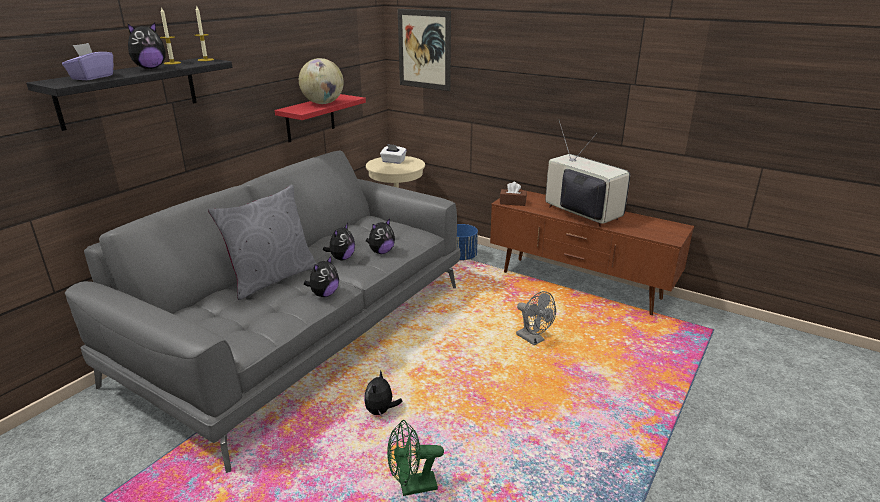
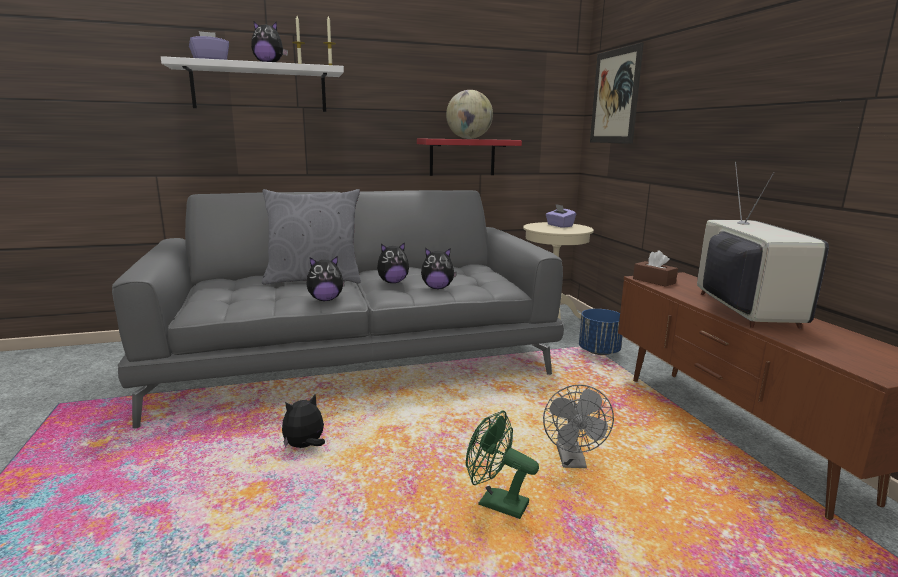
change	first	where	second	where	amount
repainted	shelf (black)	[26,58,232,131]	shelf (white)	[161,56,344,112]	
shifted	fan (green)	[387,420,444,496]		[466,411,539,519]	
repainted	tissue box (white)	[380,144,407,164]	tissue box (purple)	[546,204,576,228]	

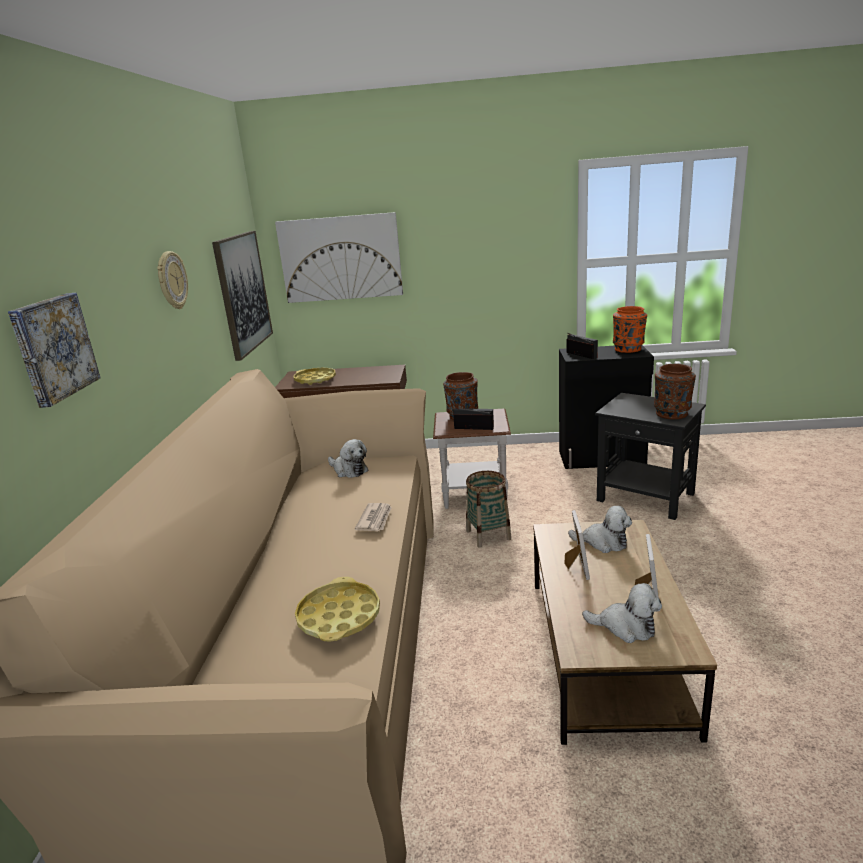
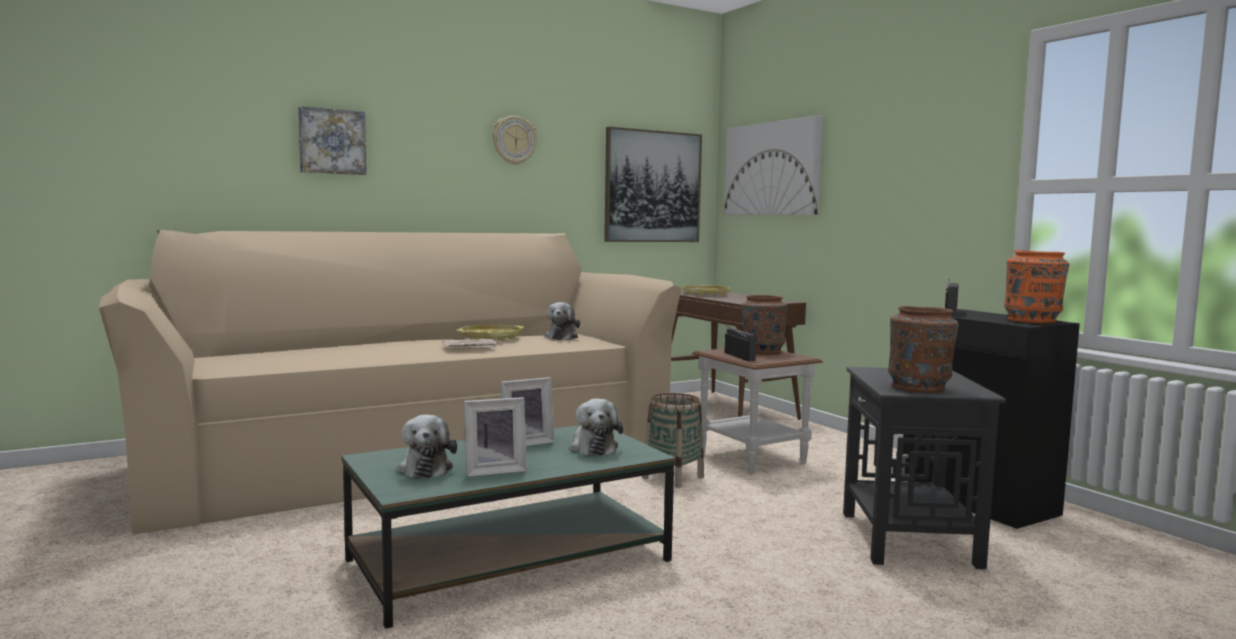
change	first	where	second	where	amount
repainted	coffee table (brown)	[533,520,717,745]	coffee table (green)	[341,425,676,629]	
shifted	tray (yellow)	[295,577,380,641]		[456,325,525,341]	

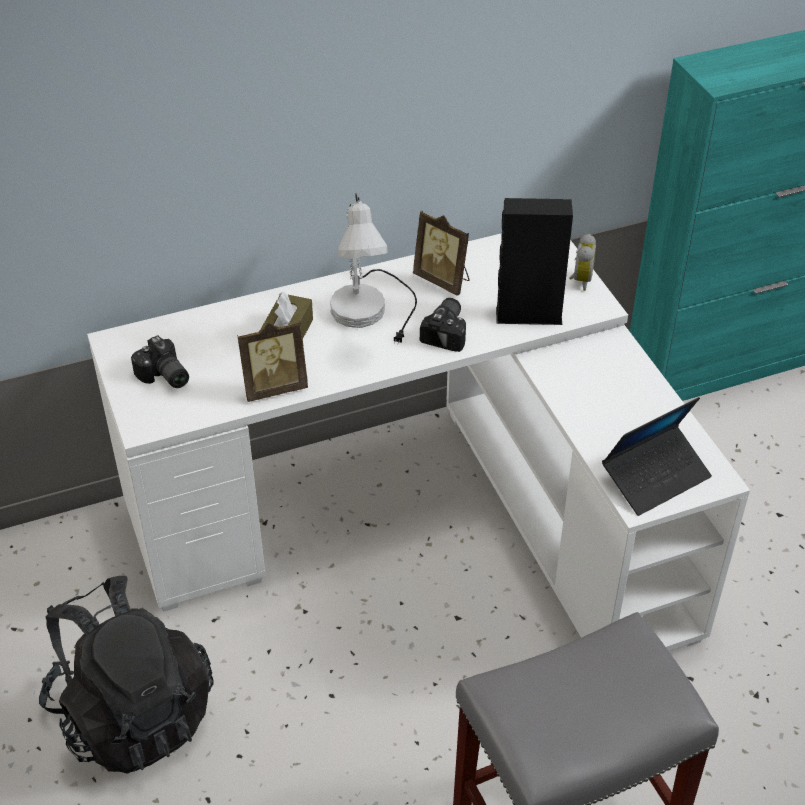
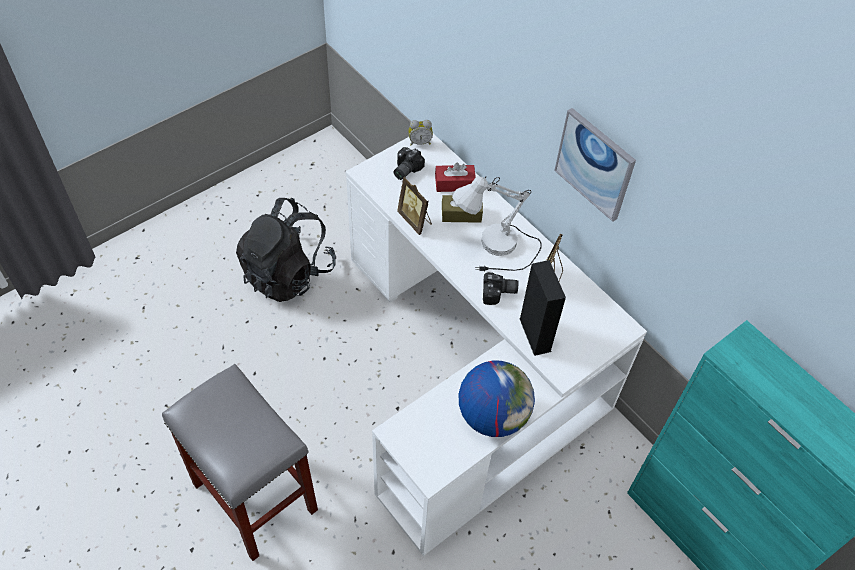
change	first	where	second	where	amount
shifted	alarm clock	[569,234,596,291]		[408,120,433,145]	
new			tissue box (red)	[435,163,476,192]	
new			globe	[459,361,535,437]	
new			picture	[554,108,636,222]	
gone	laptop	[602,397,712,516]			

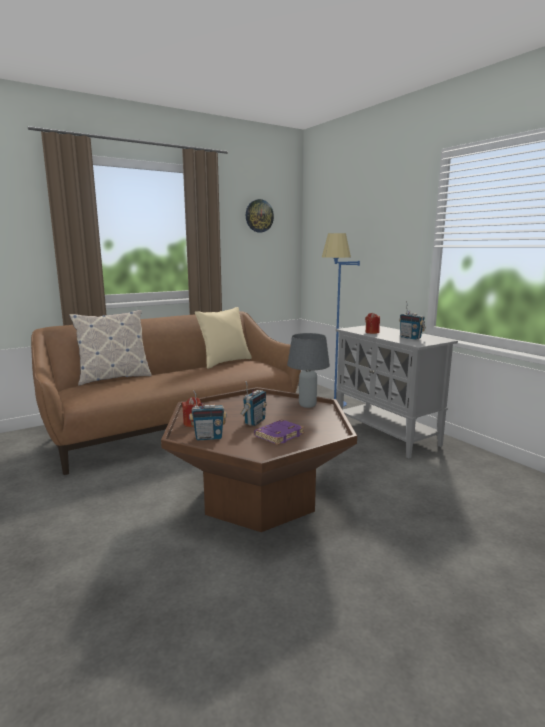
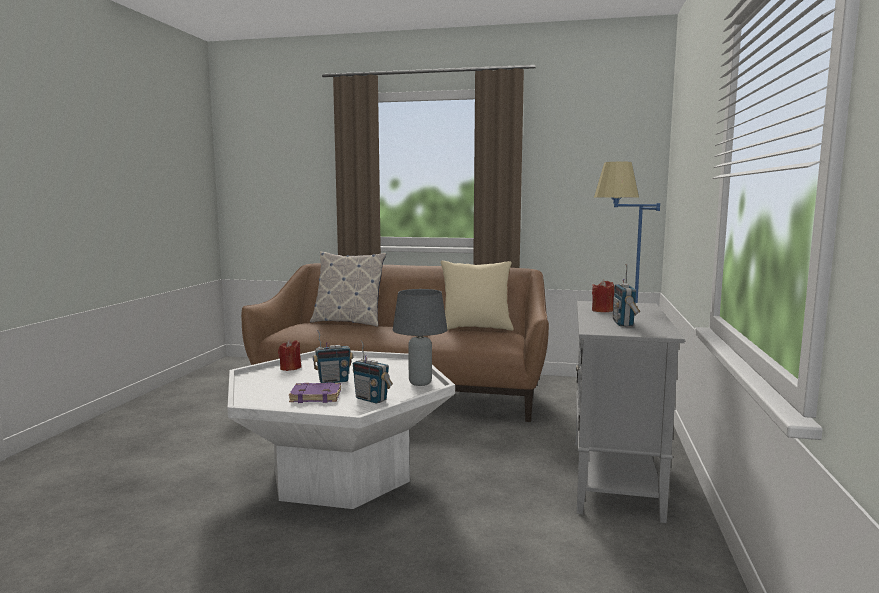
change	first	where	second	where	amount
repainted	coffee table (brown)	[161,387,357,532]	coffee table (white)	[227,350,455,509]	
shifted	radio	[189,390,227,440]		[353,340,393,404]	
gone	wall clock	[246,199,274,232]			

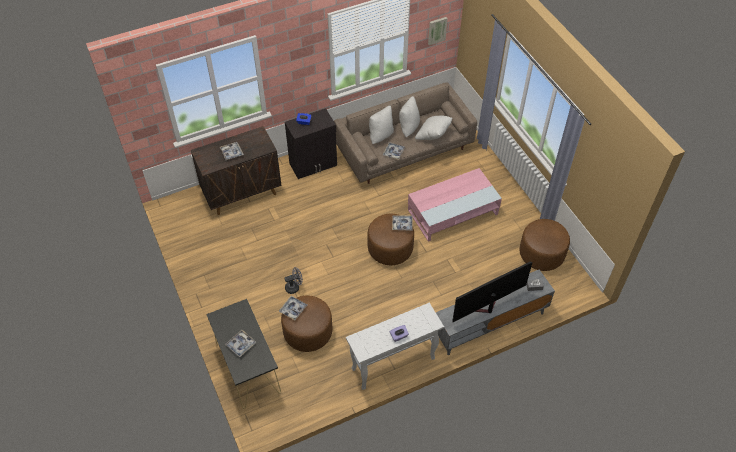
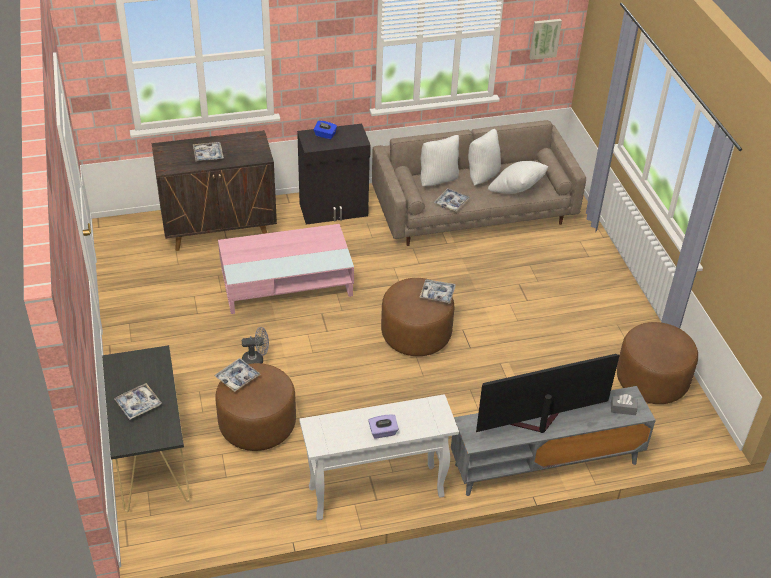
change	first	where	second	where	amount
shifted	coffee table (pink)	[408,168,502,242]		[218,224,354,314]	

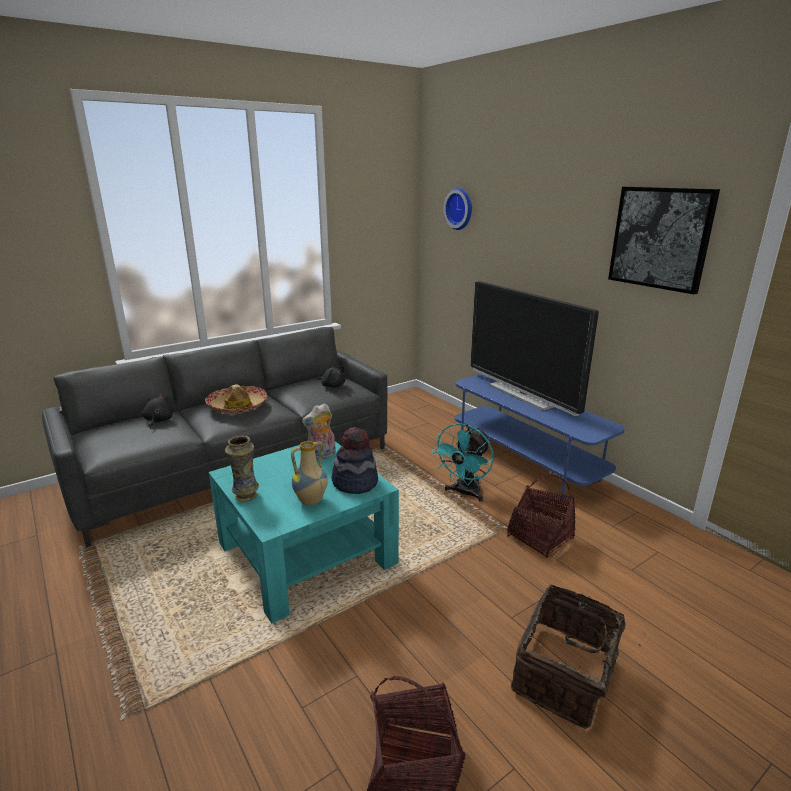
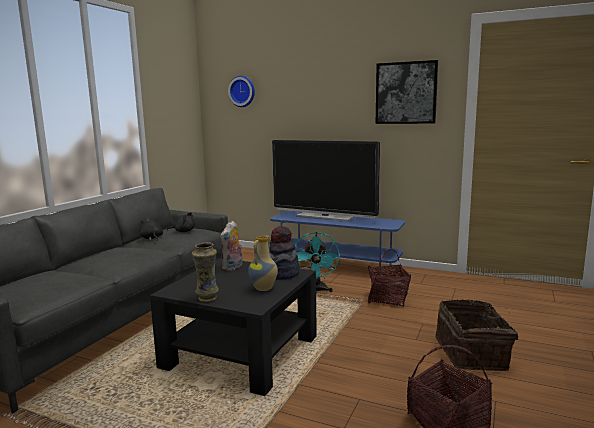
change	first	where	second	where	amount
shifted	plush toy (black)	[142,394,174,429]		[140,217,163,241]	
repainted	coffee table (turquoise)	[209,441,399,624]	coffee table (black)	[150,258,317,396]	
gone	hat	[205,384,267,414]			

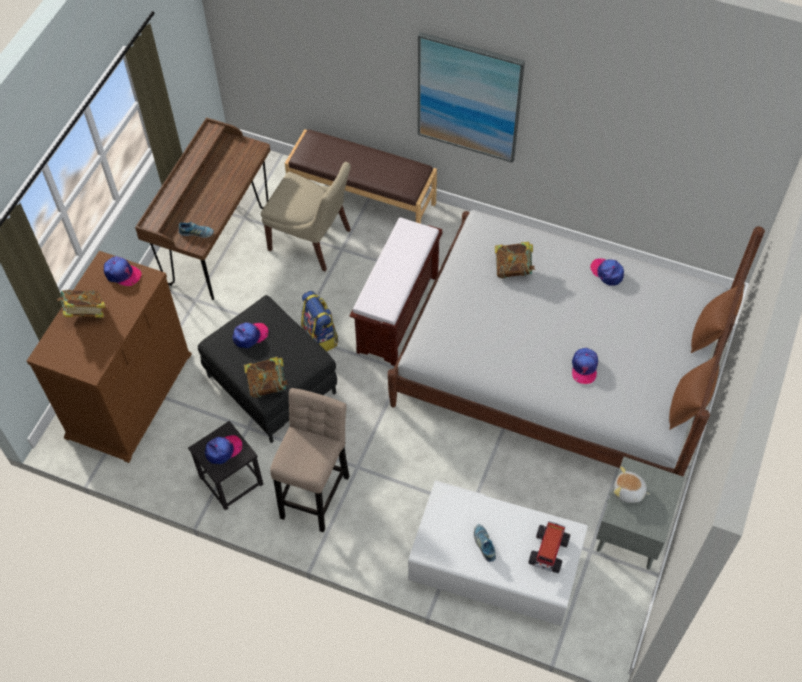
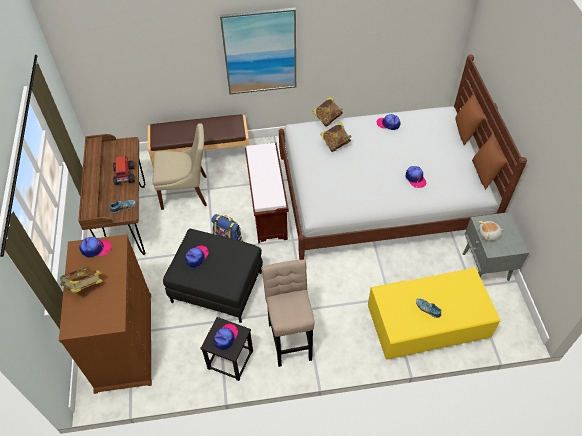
change	first	where	second	where	amount
shifted	toy truck	[528,521,570,573]		[113,156,135,185]	
shifted	book	[244,357,288,398]		[312,96,343,126]	
repainted	coffee table (white)	[408,480,588,626]	coffee table (yellow)	[368,267,500,360]	

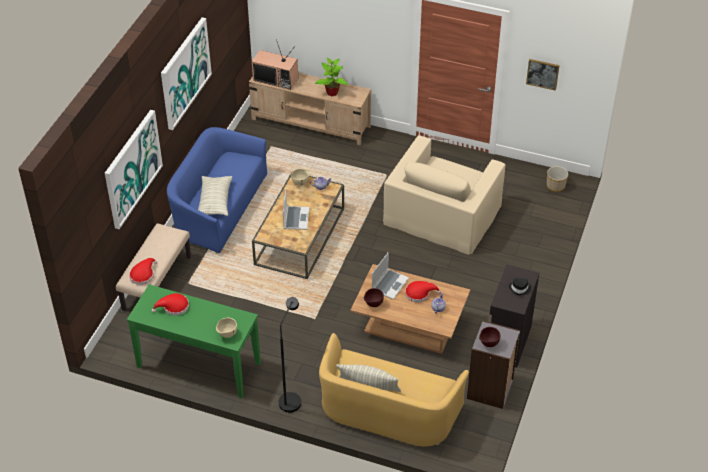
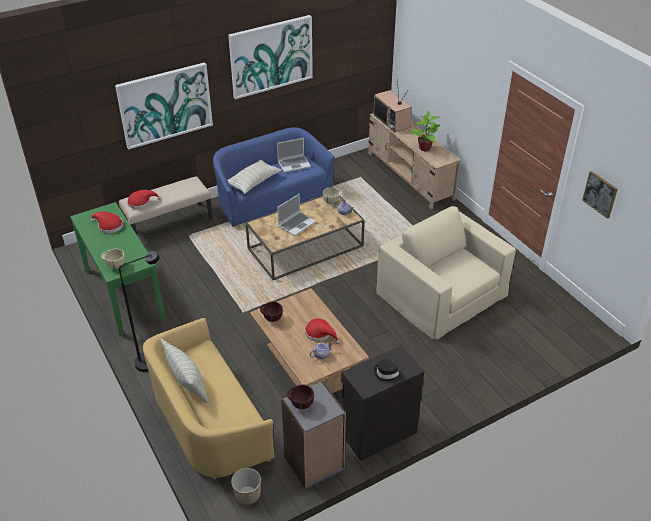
change	first	where	second	where	amount
shifted	planter	[547,166,568,192]		[231,468,261,505]	
shifted	laptop	[372,252,409,299]		[277,138,311,173]	
rotated	armchair (beige)	[383,135,505,255]		[376,206,516,340]	75 degrees clockwise

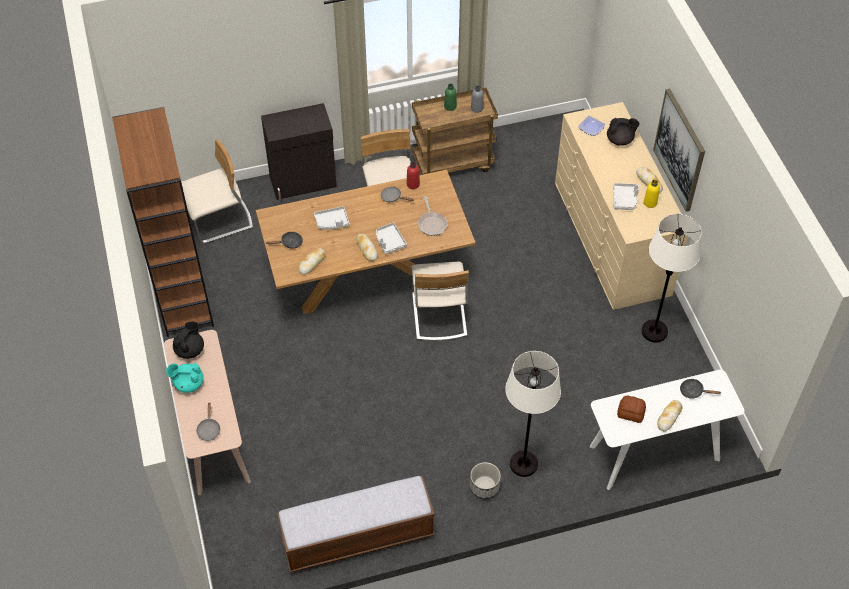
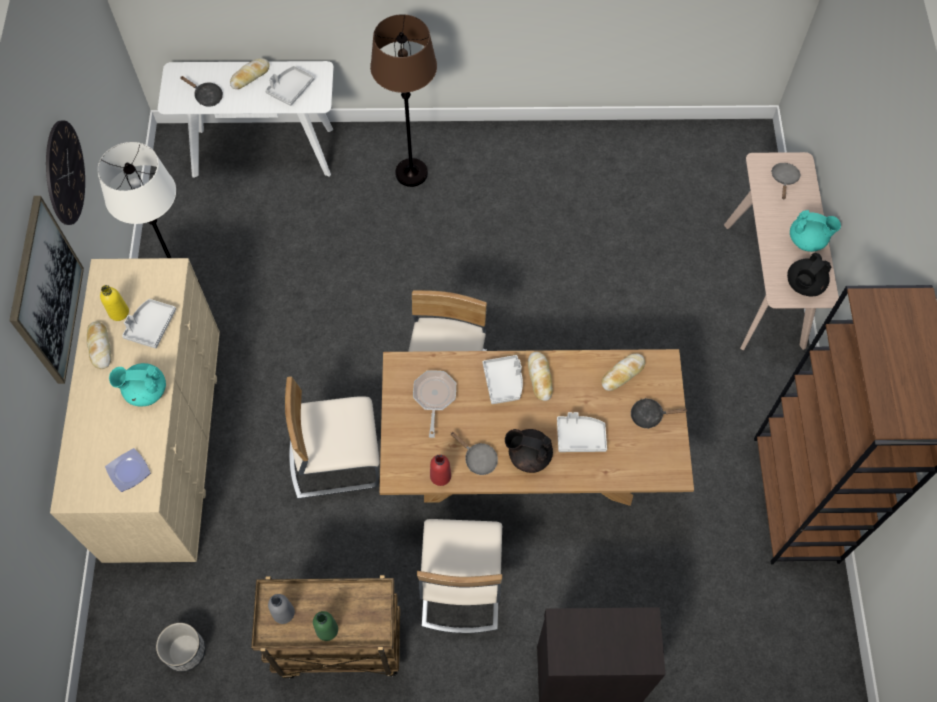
change	first	where	second	where	amount
new			wall clock	[46,121,85,225]	
new			teapot (turquoise)	[109,363,166,406]	
shifted	planter	[470,462,501,499]		[156,623,206,672]	
swapped	bread	[617,396,646,423]	tray (grey)	[265,66,314,106]	
shifted	chair (beige)	[182,139,253,244]		[285,376,380,499]	
repainted	floor lamp (white)	[505,351,561,477]	floor lamp (brown)	[370,14,437,187]	
shifted	teapot (black)	[607,118,640,146]		[505,429,553,473]	
gone	bench	[277,476,435,573]			

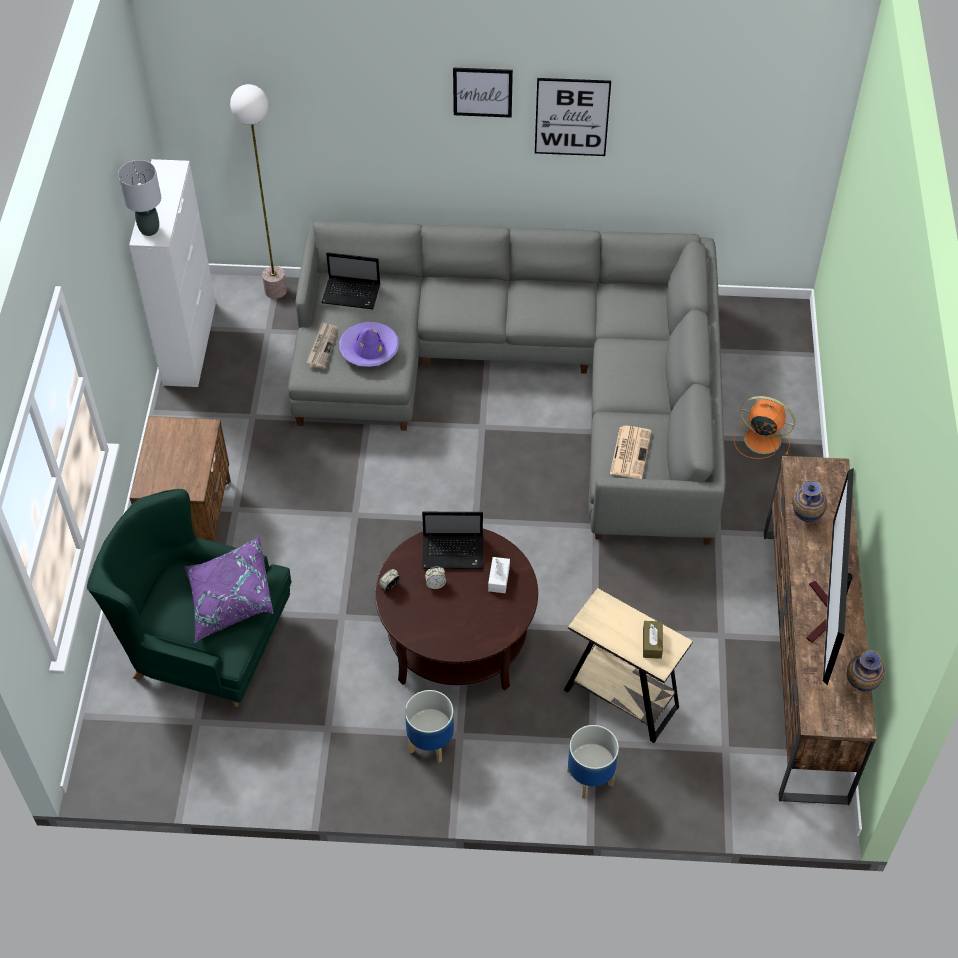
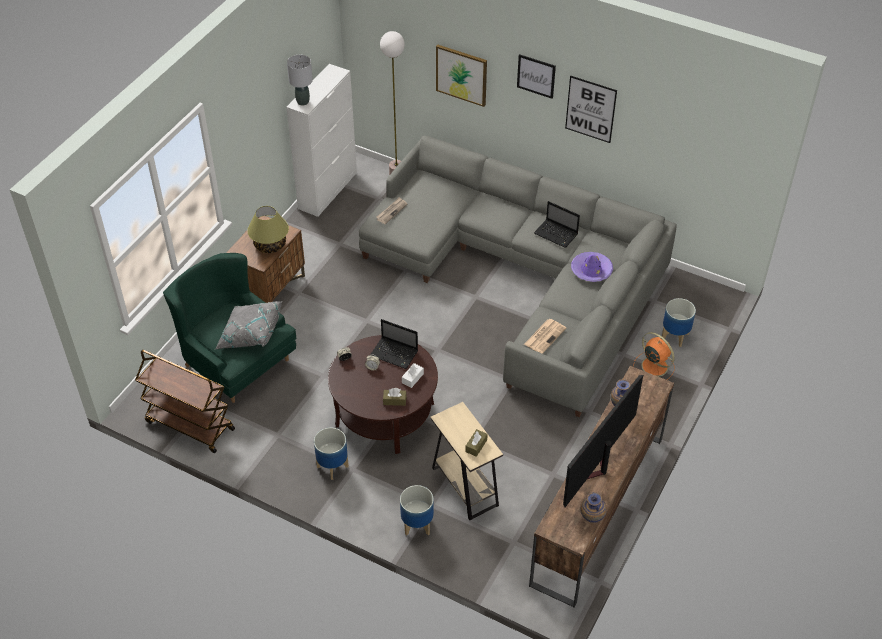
change	first	where	second	where	amount
new			cart (brown)	[135,350,235,453]	
repainted	pillow (purple)	[185,536,273,643]	pillow (grey)	[215,301,282,349]	
new			table lamp	[247,206,289,253]	
new			tissue box (brown)	[383,388,407,406]	
new			picture	[436,45,487,107]	
shifted	laptop	[321,252,380,309]		[534,201,580,248]	
shifted	hat (purple)	[339,322,399,367]		[571,252,613,282]	
new			planter	[662,298,696,347]	

